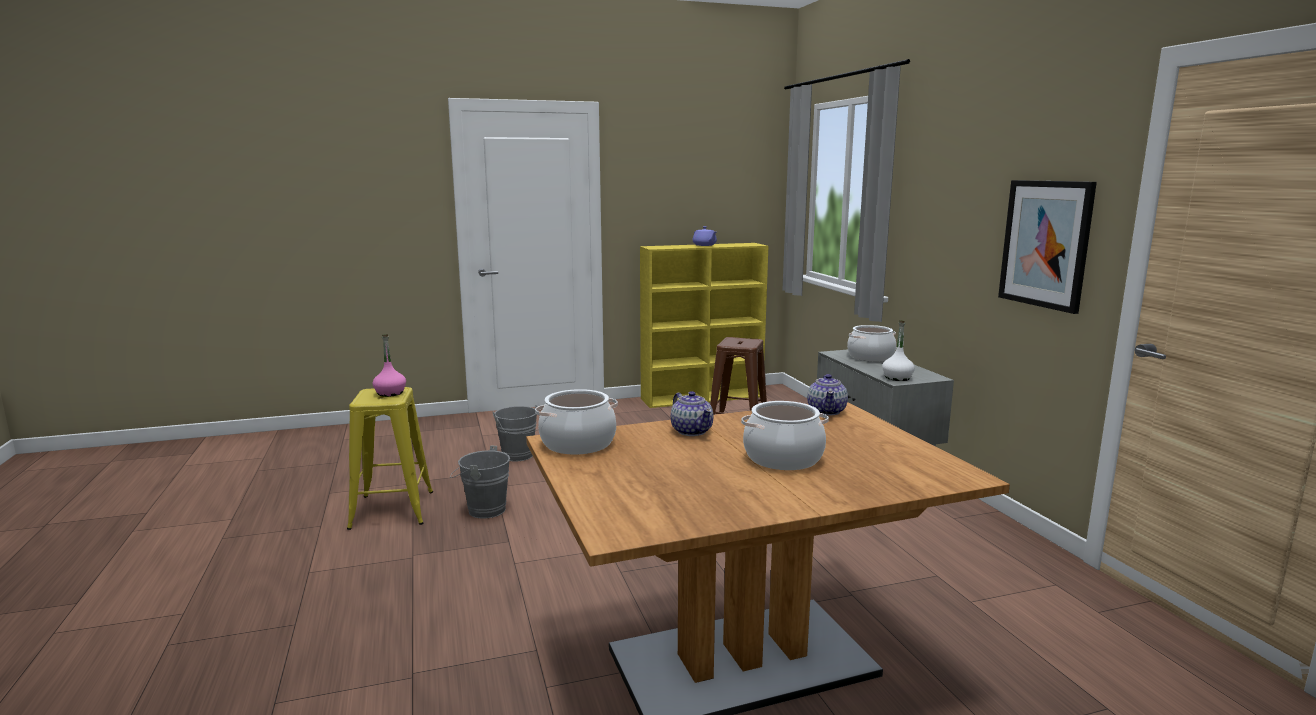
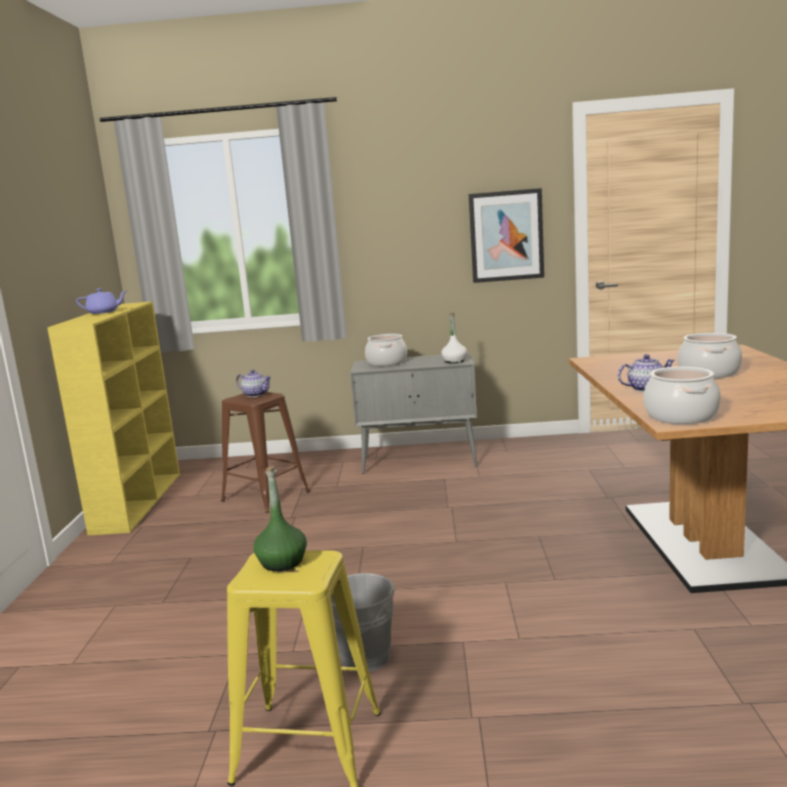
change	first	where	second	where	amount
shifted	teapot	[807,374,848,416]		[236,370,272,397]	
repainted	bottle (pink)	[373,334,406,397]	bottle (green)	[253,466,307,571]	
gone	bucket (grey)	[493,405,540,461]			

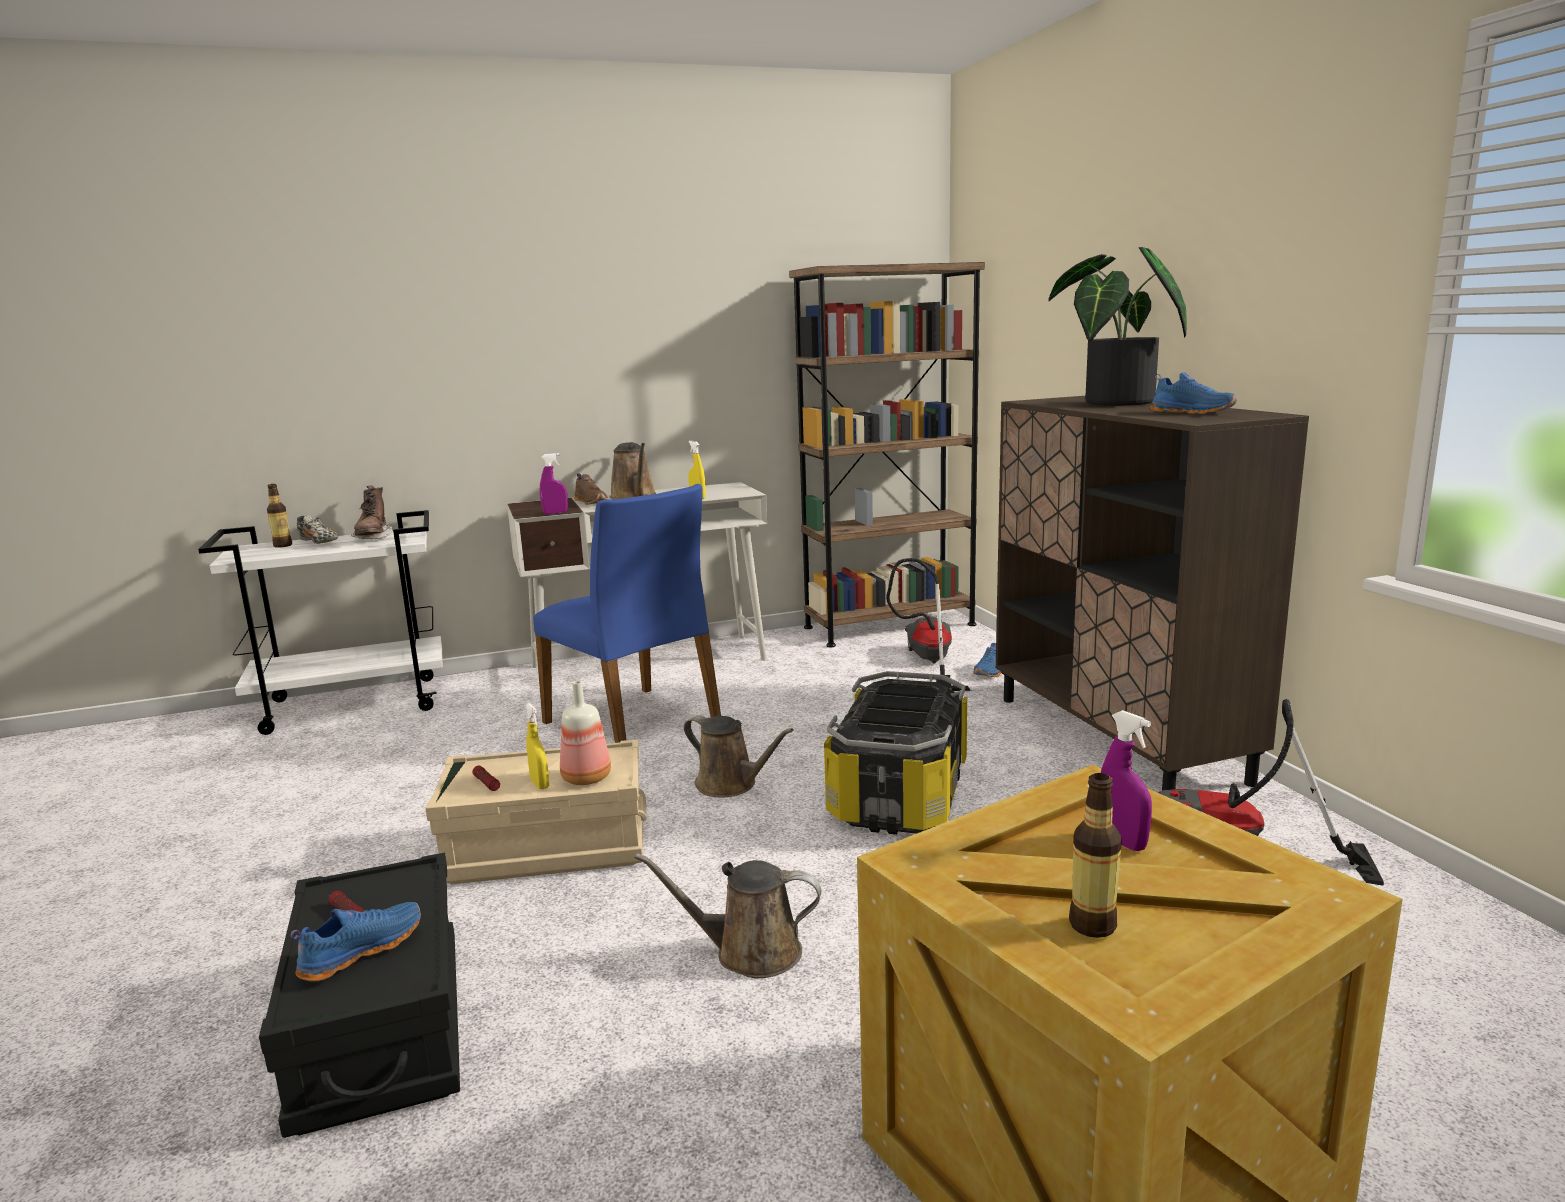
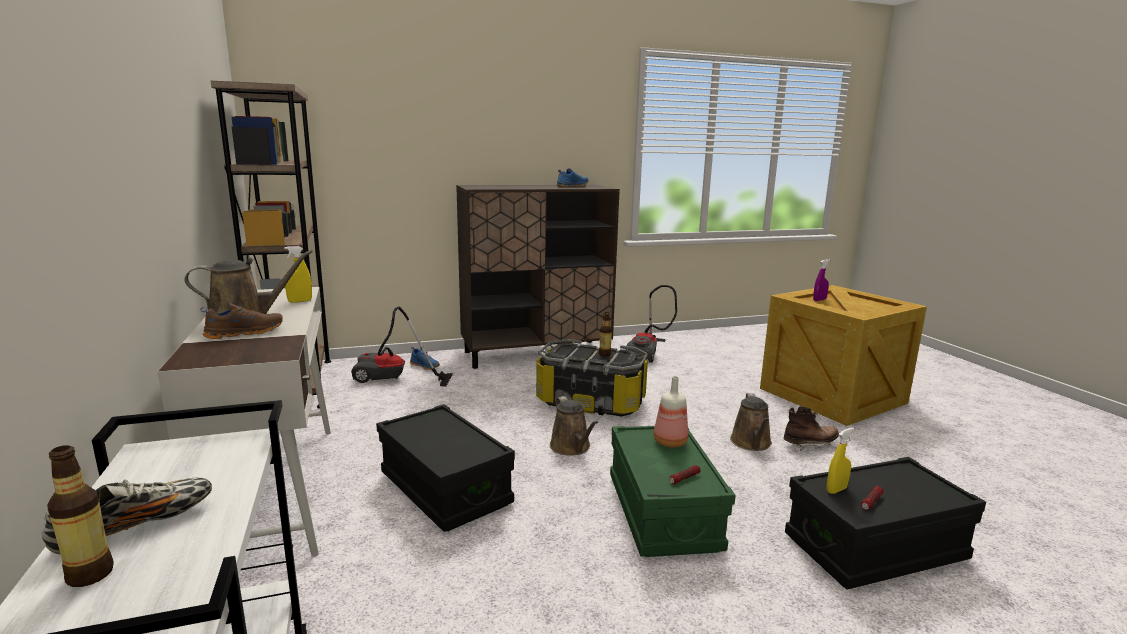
change	first	where	second	where	amount
swapped	chair (blue)	[533,484,721,743]	storage box (black)	[376,404,515,532]	
rotated	watering can (brown)	[684,715,794,797]		[550,396,598,456]	120 degrees clockwise
shifted	bottle	[1069,773,1122,938]		[599,312,612,356]	
repainted	storage box (beige)	[425,739,646,884]	storage box (green)	[610,426,736,557]	
shifted	boot (brown)	[351,485,393,539]		[784,406,839,451]	
shifted	spray bottle (yellow)	[526,703,549,790]		[827,427,854,494]	
gone	shoe (blue)	[290,902,421,982]			
gone	spray bottle (purple)	[540,453,568,514]			
gone	potted plant	[1048,247,1187,406]			

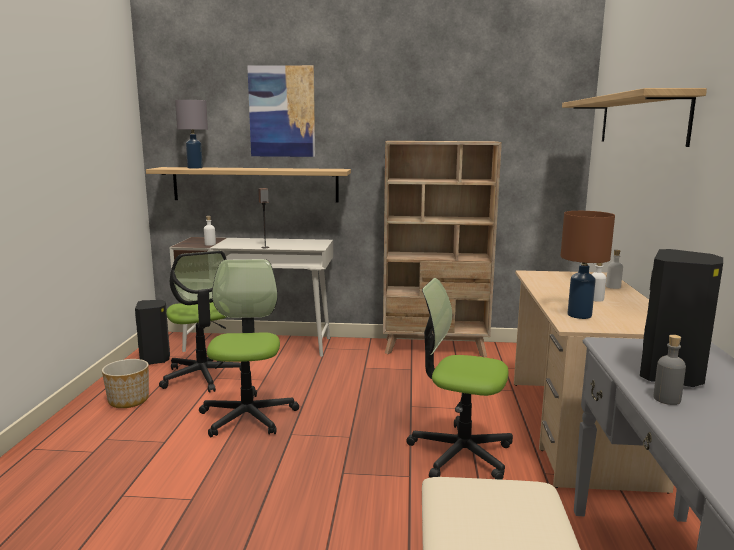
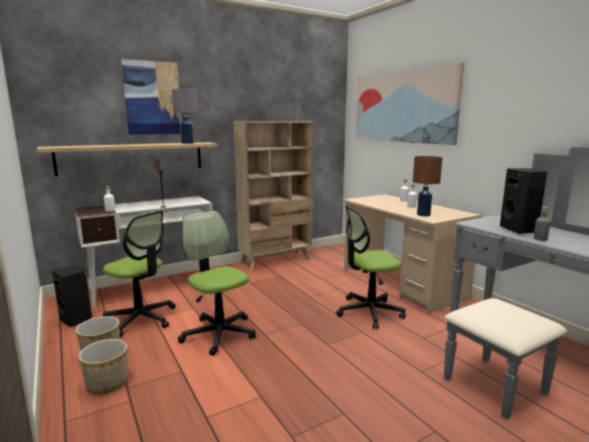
change	first	where	second	where	amount
new			planter	[78,339,128,394]	
shifted	table lamp (grey)	[175,100,208,168]		[172,89,198,144]	
swapped	shelf	[562,88,707,147]	picture	[356,63,464,145]	

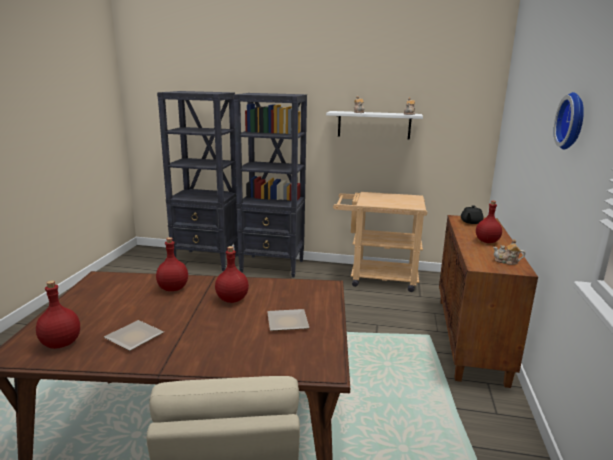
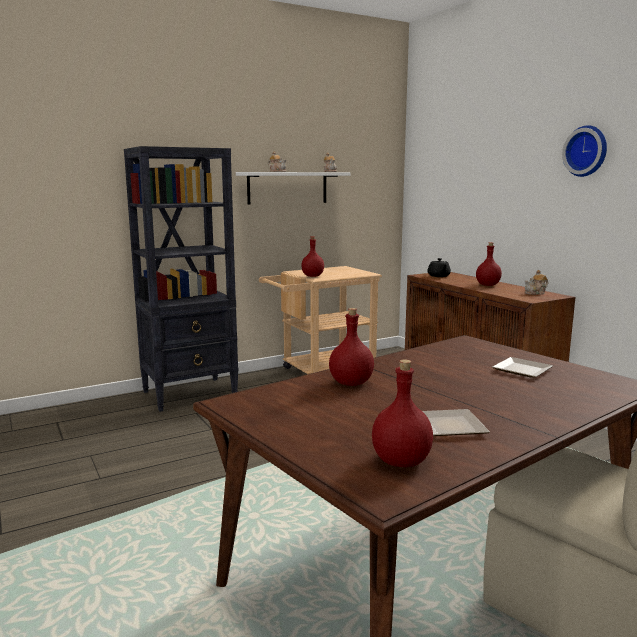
change	first	where	second	where	amount
shifted	bottle (red)	[215,246,249,303]		[301,236,324,277]	
gone	bookcase (black)	[157,91,238,271]			

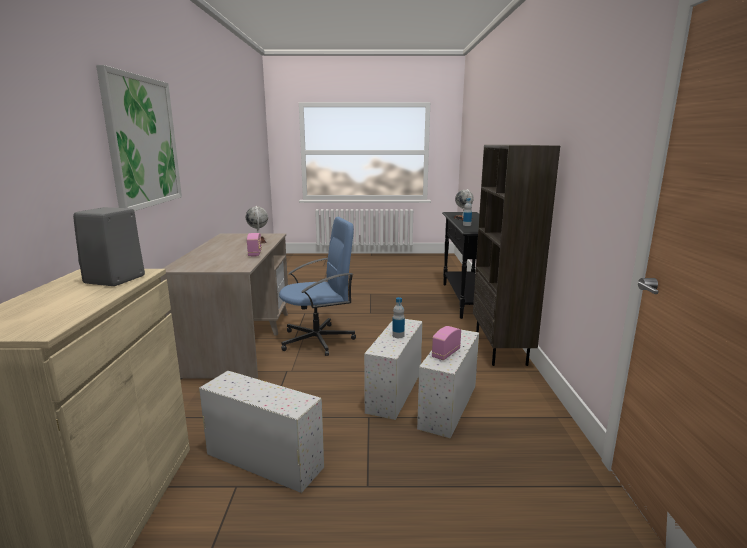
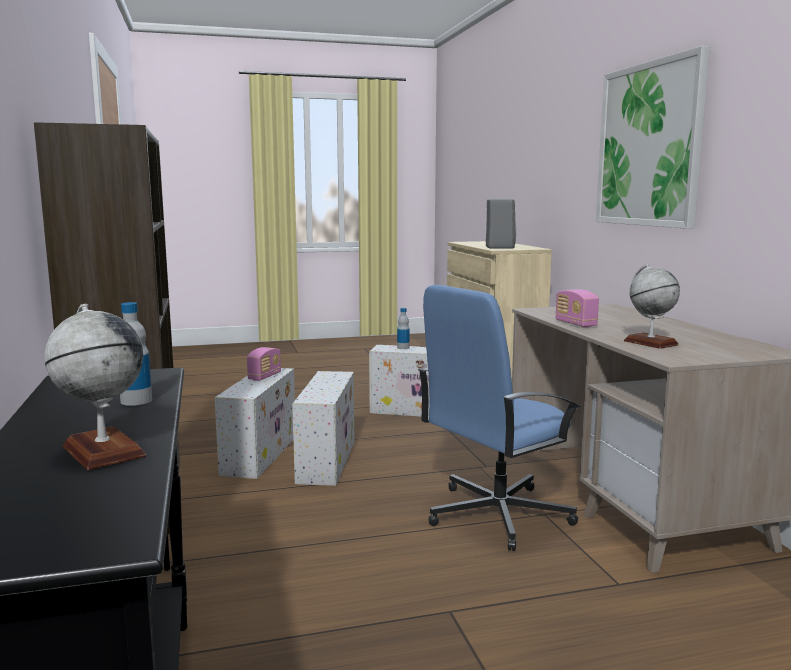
change	first	where	second	where	amount
shifted	bottle	[392,297,405,338]		[397,308,410,349]	

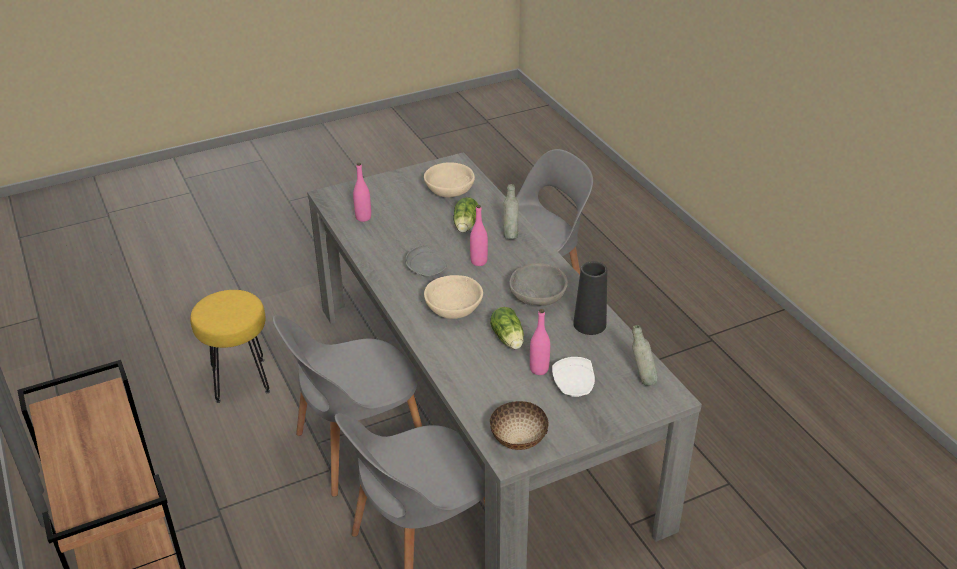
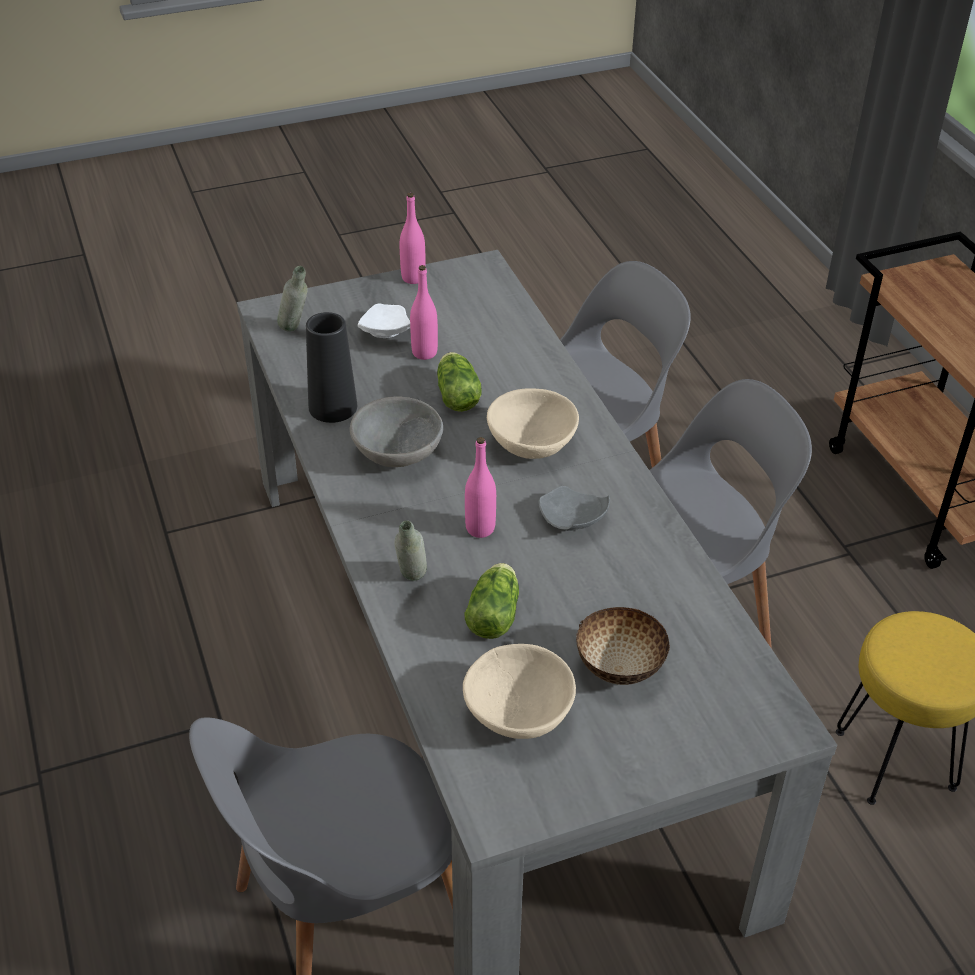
change	first	where	second	where	amount
shifted	bottle (pink)	[353,163,371,222]		[400,193,426,284]	
shifted	bowl	[490,401,549,450]		[576,607,670,685]	

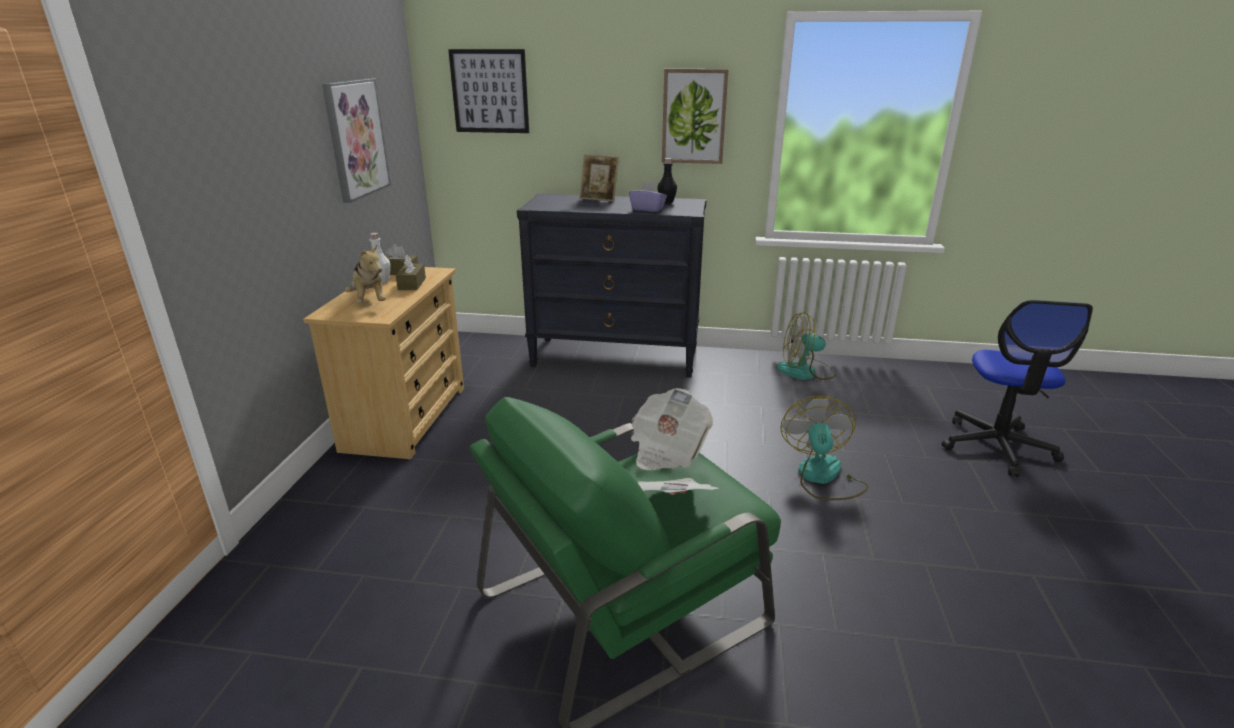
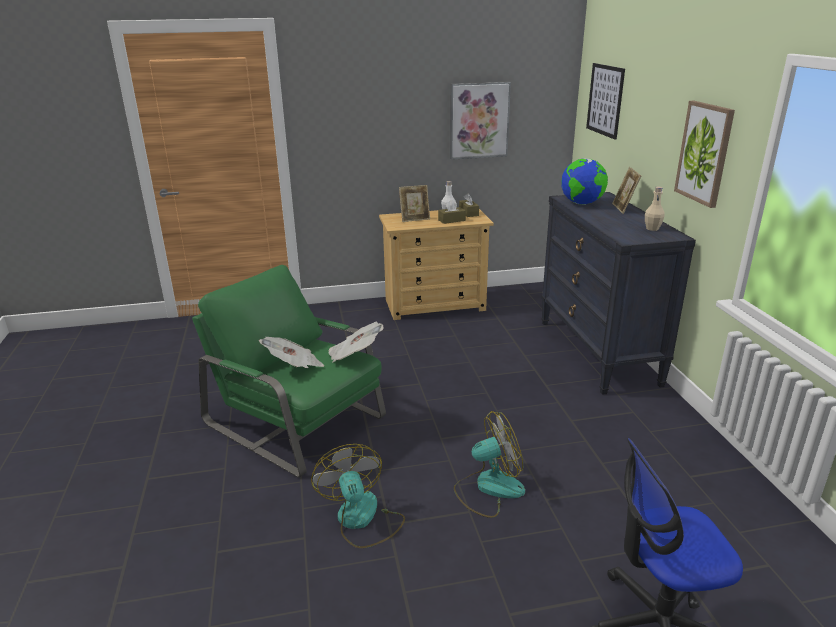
change	first	where	second	where	amount
shifted	fan	[777,312,836,380]		[311,444,405,548]	
swapped	plush toy	[345,244,386,303]	picture frame	[399,185,430,222]	
new			globe	[561,158,608,205]	
repainted	bottle (black)	[657,158,677,204]	bottle (beige)	[645,186,665,231]	
gone	tissue box (purple)	[629,181,667,212]			

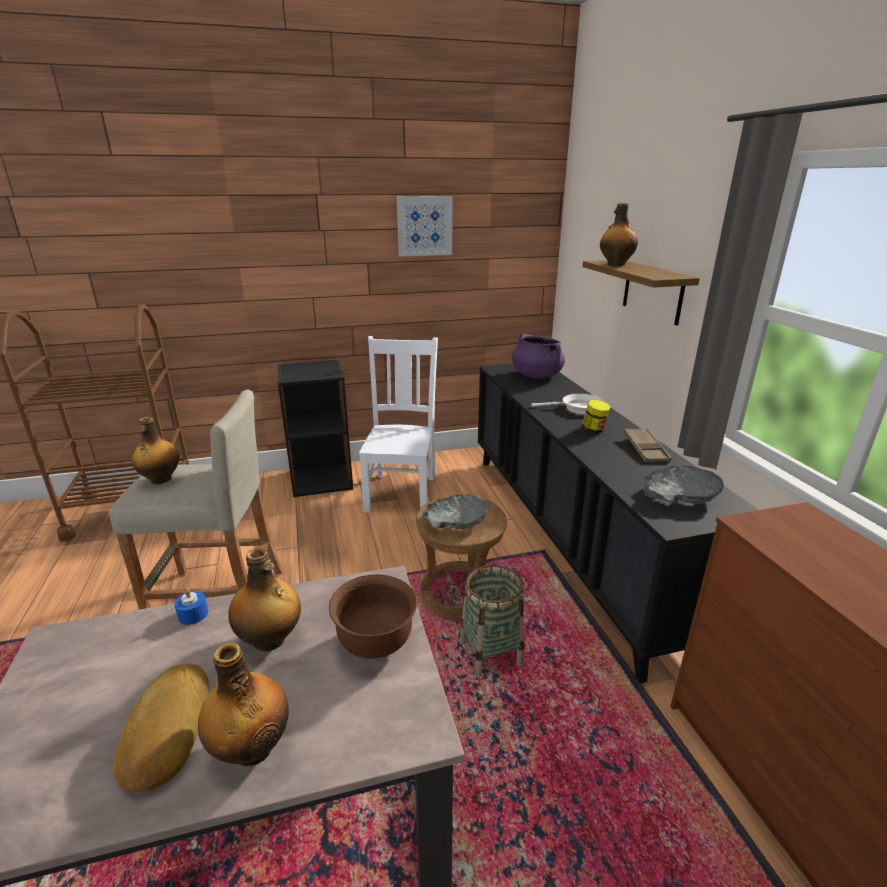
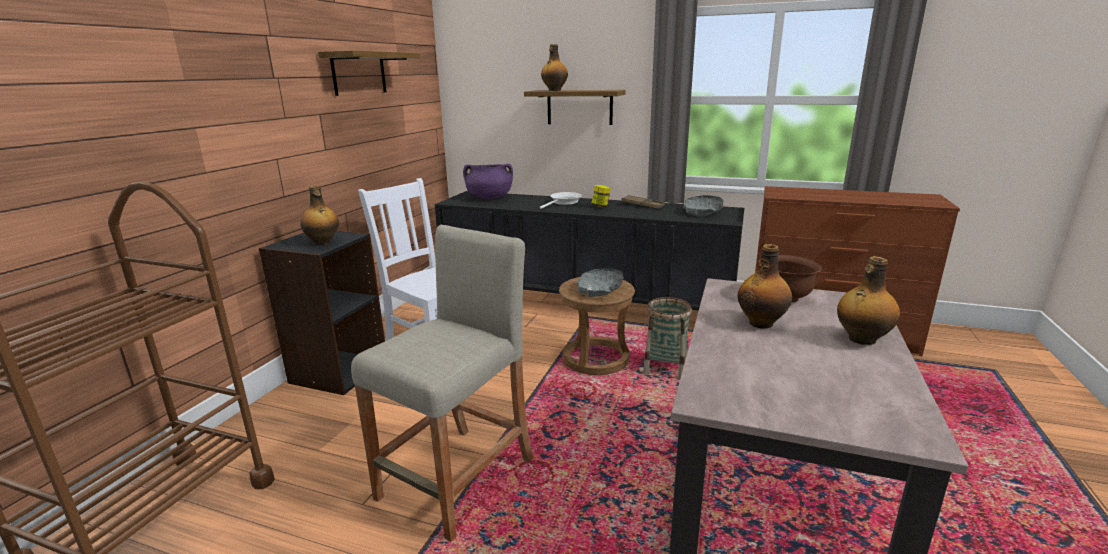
change	first	where	second	where	amount
shifted	bottle	[132,417,179,484]		[300,185,339,245]	
swapped	picture	[397,196,453,257]	shelf	[318,50,421,96]	
gone	bread	[114,664,209,792]			
gone	candle (blue)	[174,588,208,625]			

